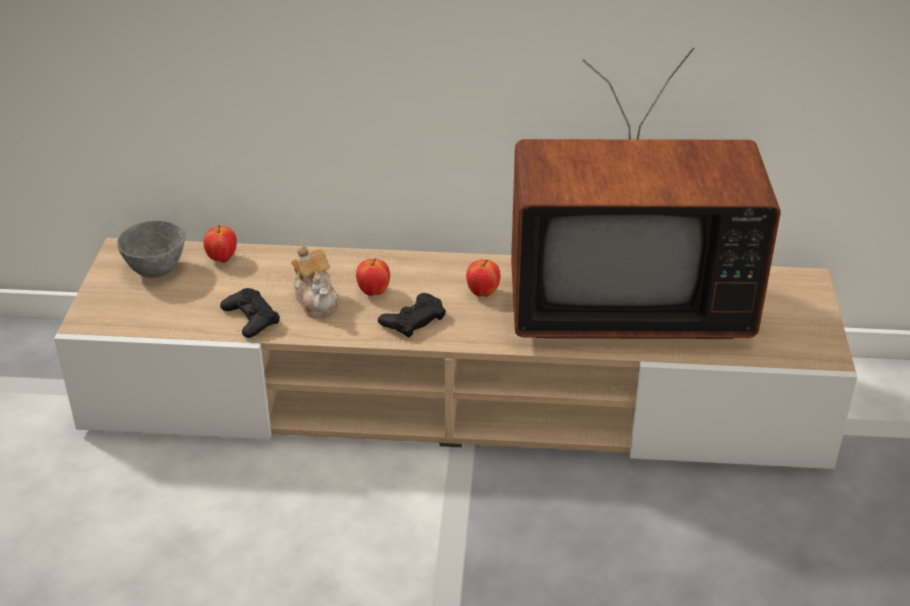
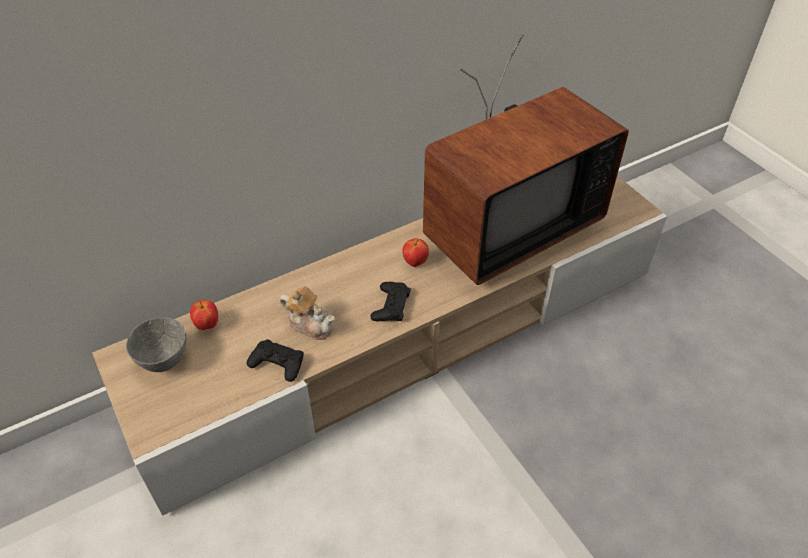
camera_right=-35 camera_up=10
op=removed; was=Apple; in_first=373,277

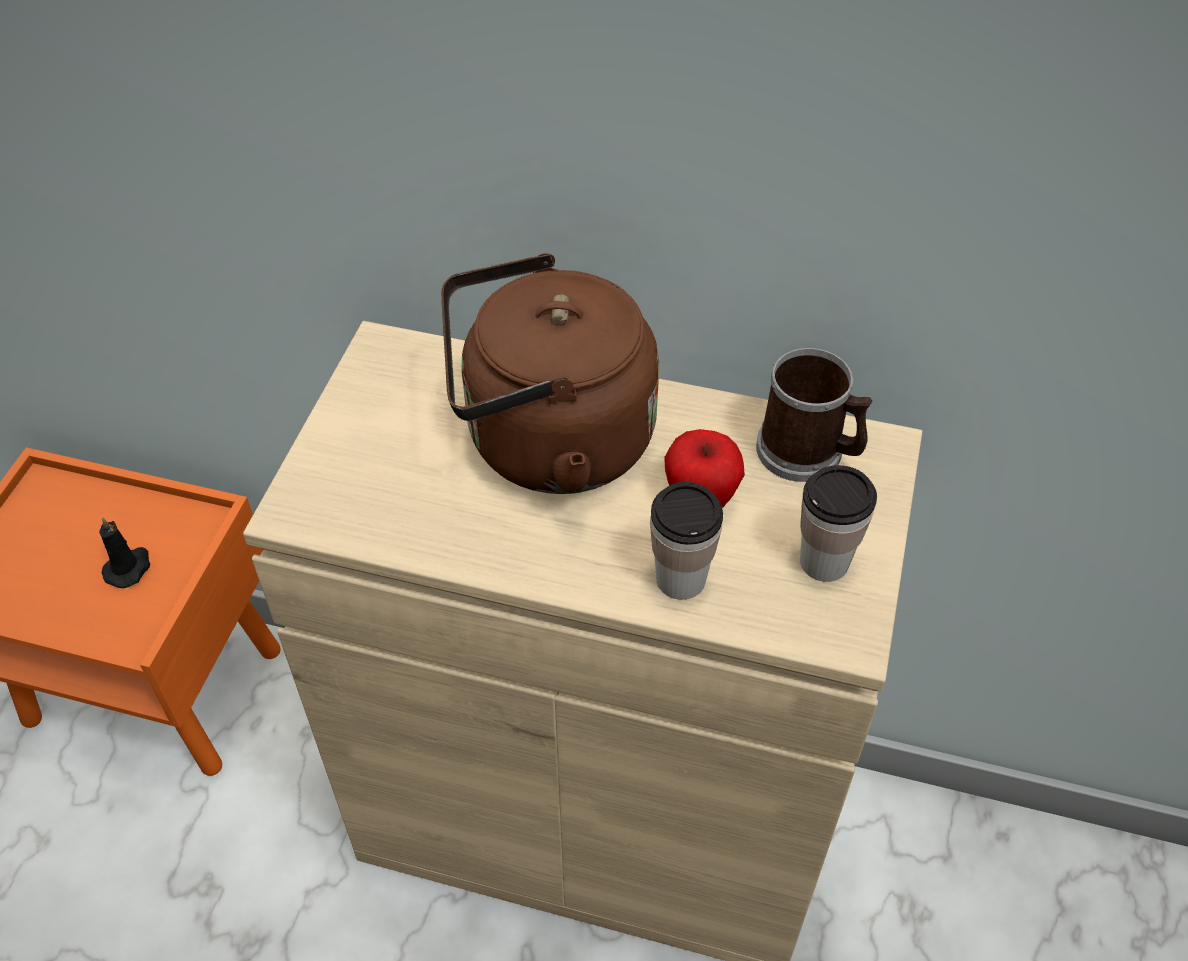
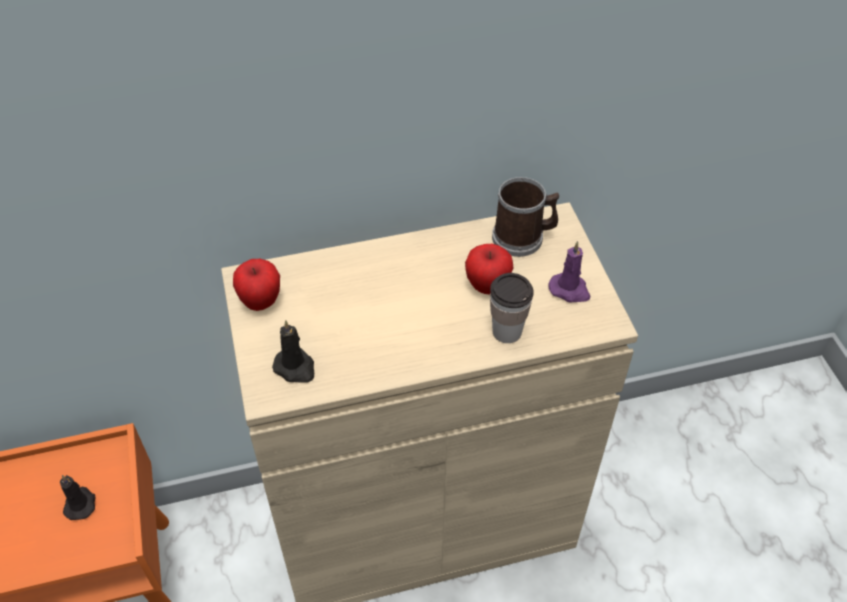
camera_right=-30 camera_up=0
op=added; now=Apple; in_second=256,285
op=added; now=BlackCandle; in_second=293,351
op=replaced; was=Cup; now=PurpleCandle; in_first=838,523; in_second=569,271
op=removed; was=BrownKettle; in_first=550,373

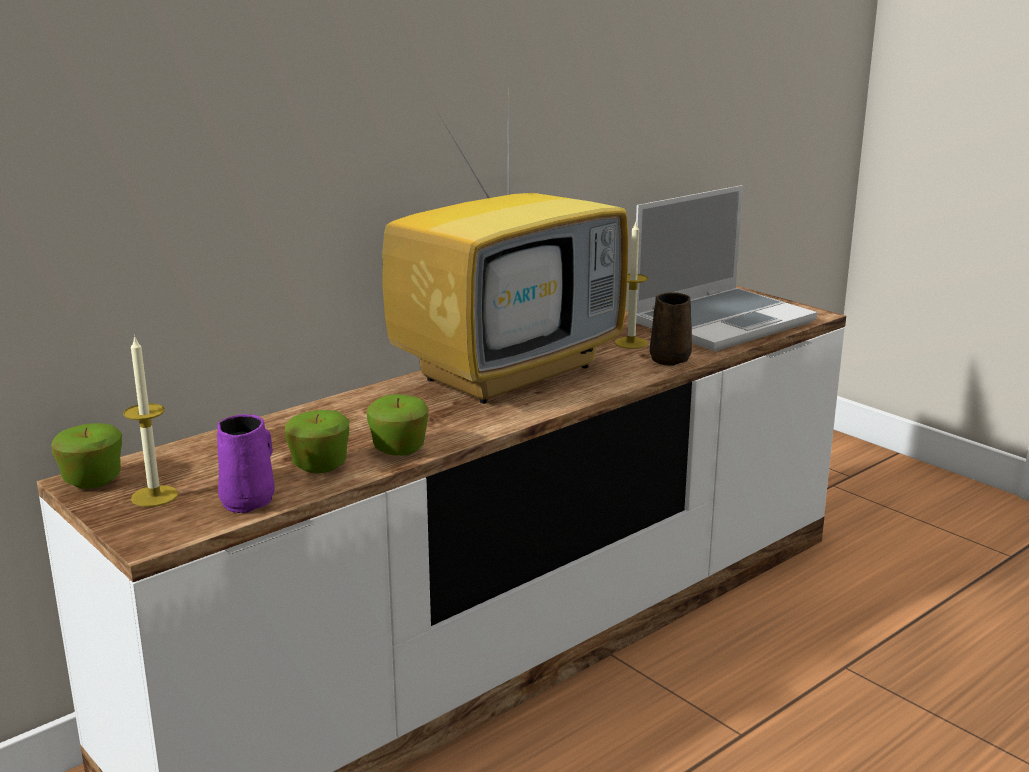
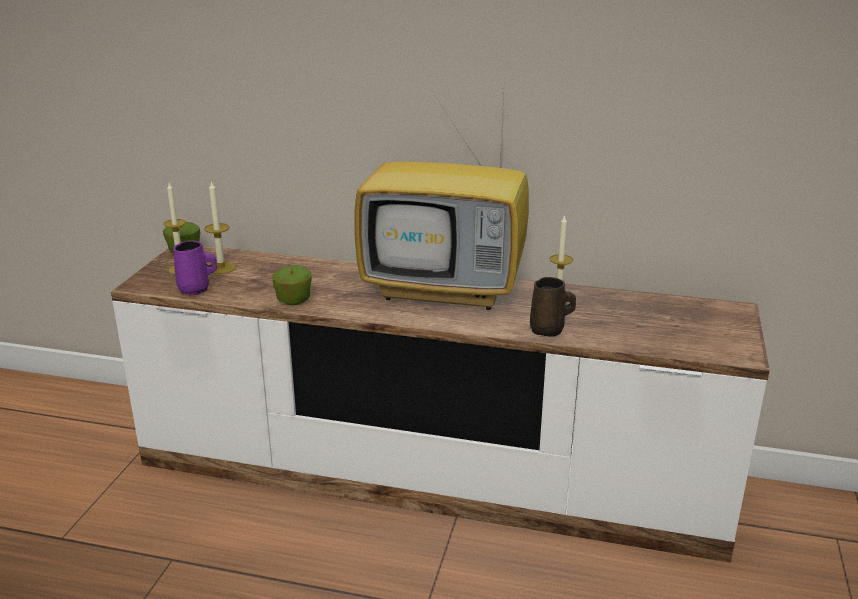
camera_right=55 camera_up=5
op=added; now=Candle; in_second=220,227
op=removed; was=Apple; in_first=317,441
op=removed; was=Laptop; in_first=726,268

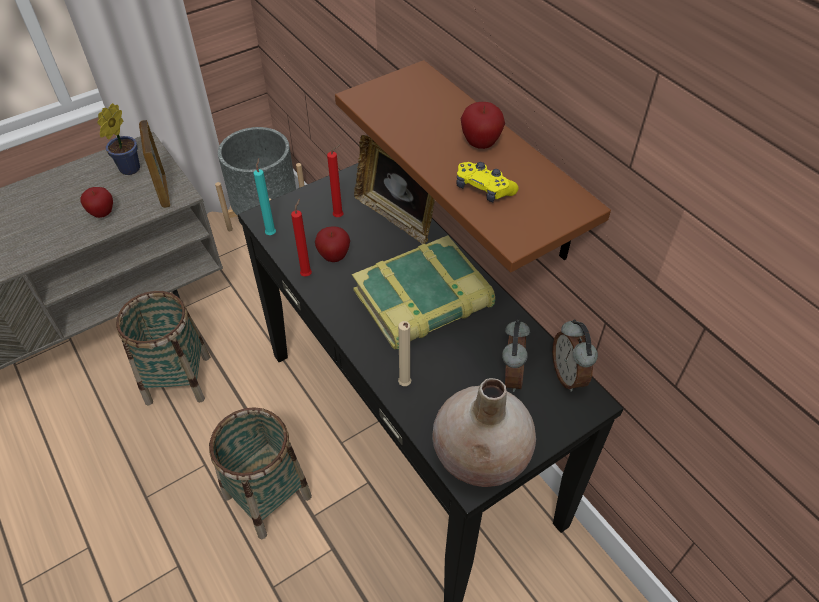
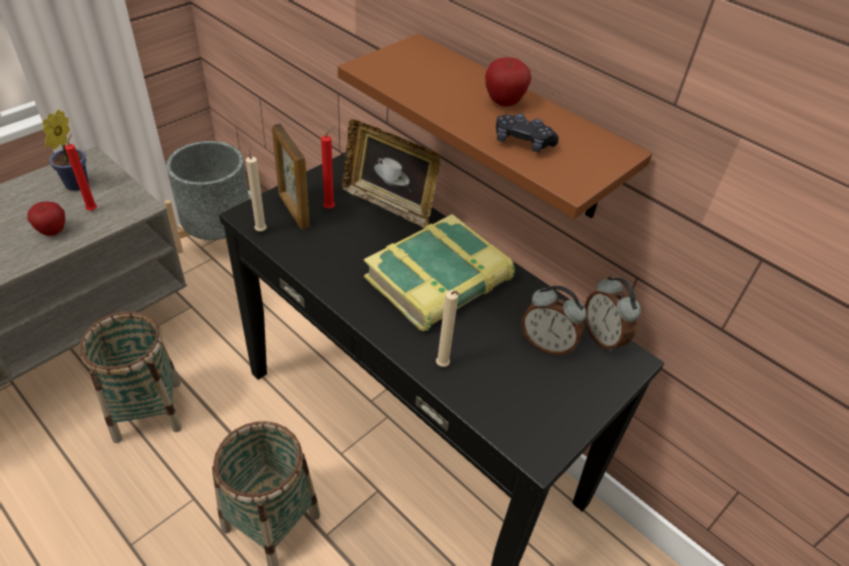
camera_right=-15 camera_up=-5
op=moved; was=RedCandle; in_first=301,237; in_second=81,172
op=recoloured; was=TurquoiseCandle; now=BeigeCandle; in_first=265,196; in_second=256,187
op=moved; was=PictureFrame; in_first=154,164; in_second=291,176
op=recoloured; was=YellowGameController; now=BlackGameController; in_first=487,182; in_second=527,132
op=turned; was=AlarmClock; in_first=516,355; in_second=553,320; clockwise=120
op=removed; was=Apple; in_first=332,244
op=removed; was=BeigeVase; in_first=484,432

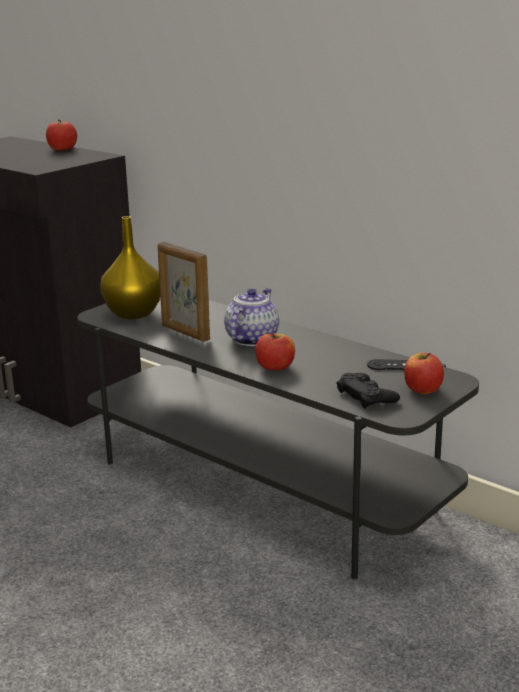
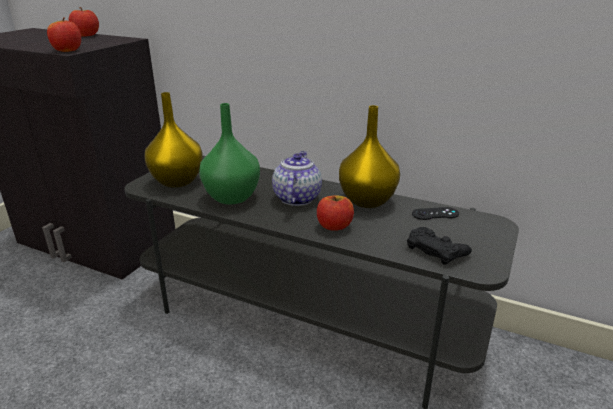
camera_right=-15 camera_up=5
op=moved; was=Apple; in_first=424,373; in_second=64,34
op=replaced; was=PictureFrame; now=GreenVase; in_first=183,292; in_second=229,154
op=added; now=YellowVase; in_second=369,156

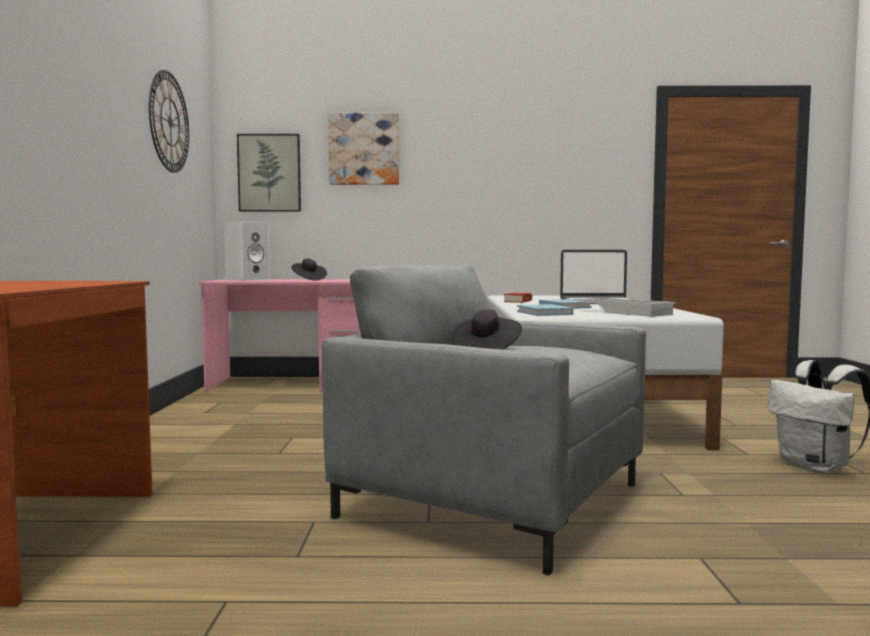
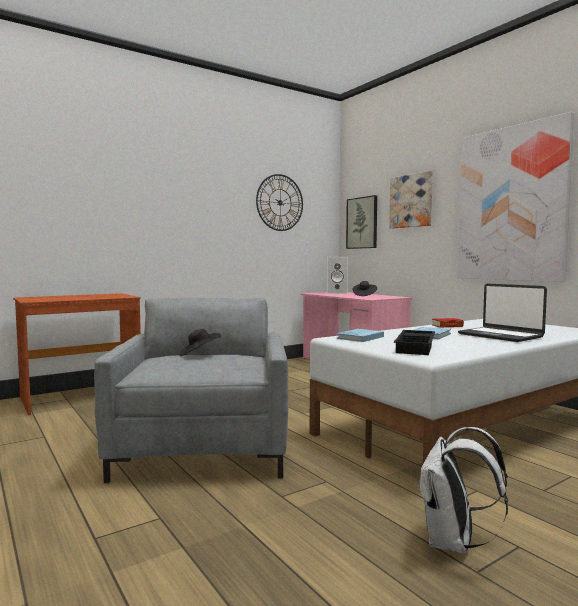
camera_right=55 camera_up=0
op=recoloured; was=WhiteTray; now=BlackTray; in_first=627,307; in_second=414,342
op=added; now=Picture; in_second=515,197

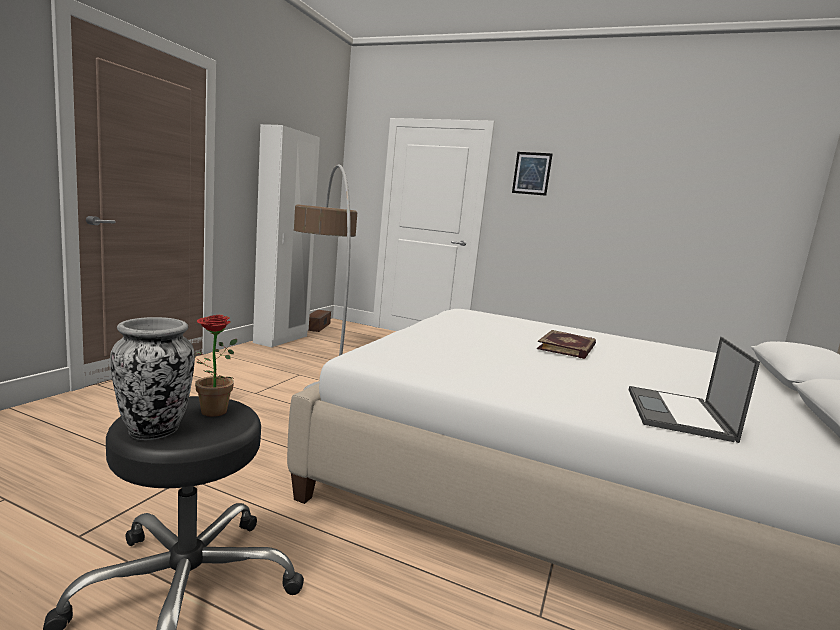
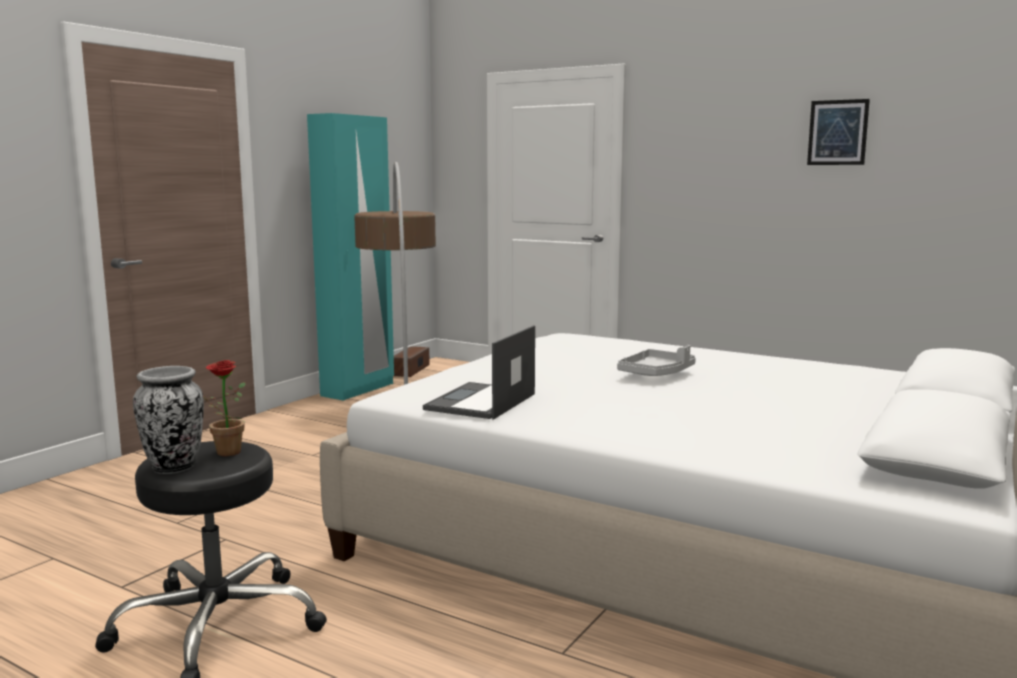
camera_right=10 camera_up=0
op=recoloured; was=WhiteWardrobe; now=TurquoiseWardrobe; in_first=286,235; in_second=350,257
op=moved; was=Laptop; in_first=694,390; in_second=479,372
op=replaced; was=Book; now=GreyTray; in_first=566,344; in_second=656,360
op=moved; was=Picture; in_first=532,174; in_second=838,132

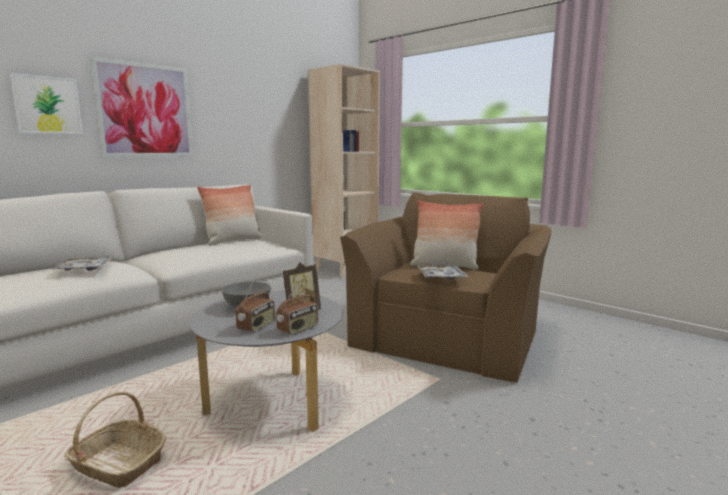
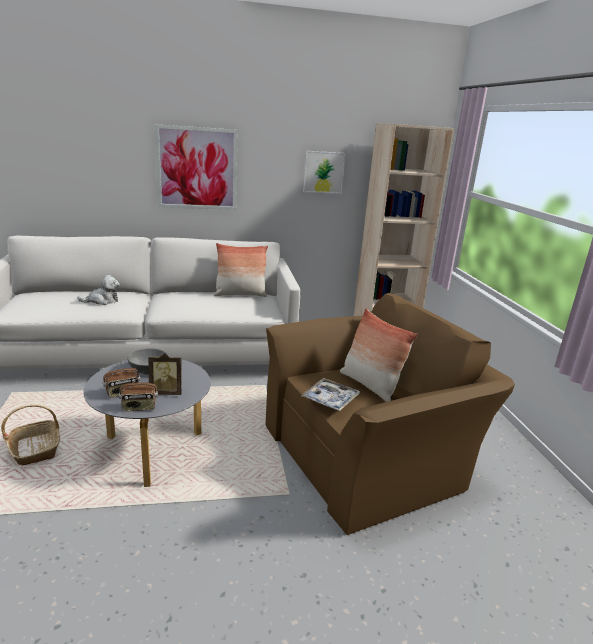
camera_right=35 camera_up=10
op=replaced; was=Tray; now=PlushToy; in_first=83,263; in_second=98,290
op=moved; was=Picture; in_first=46,103; in_second=324,172

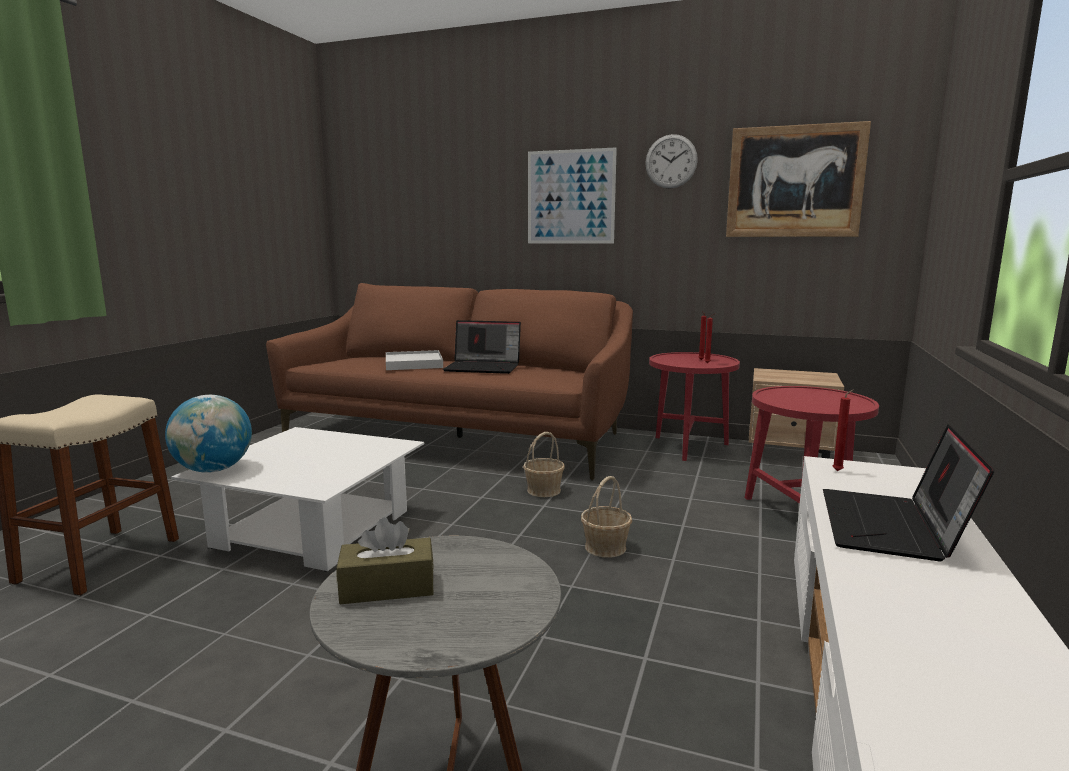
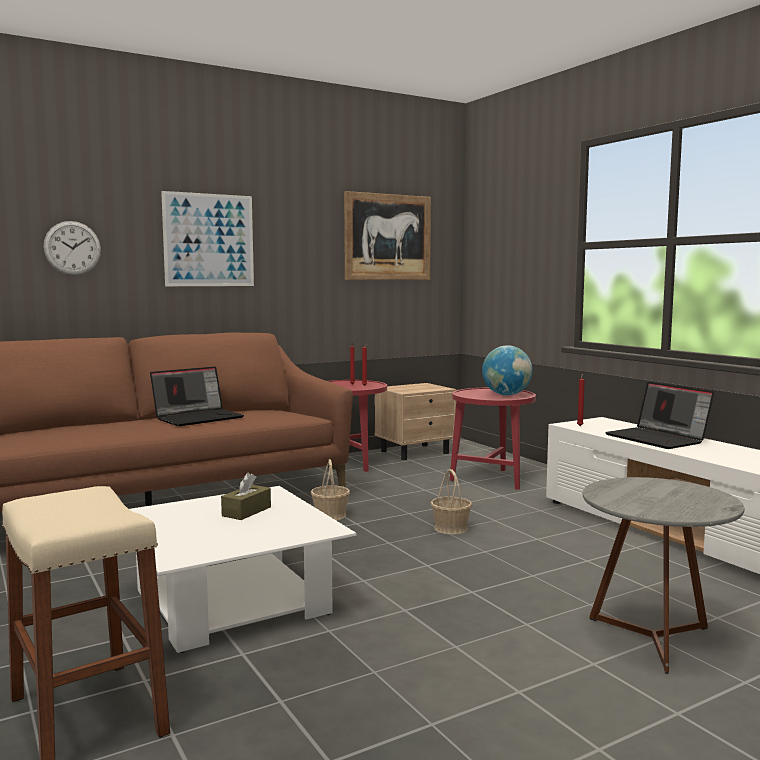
camera_right=-50 camera_up=-5
op=moved; was=WallClock; in_first=671,161; in_second=72,248
op=moved; was=BrownTissueBox; in_first=385,560; in_second=246,496
op=moved; was=Globe; in_first=208,434; in_second=507,370
op=removed; was=WhiteTray; in_first=414,360

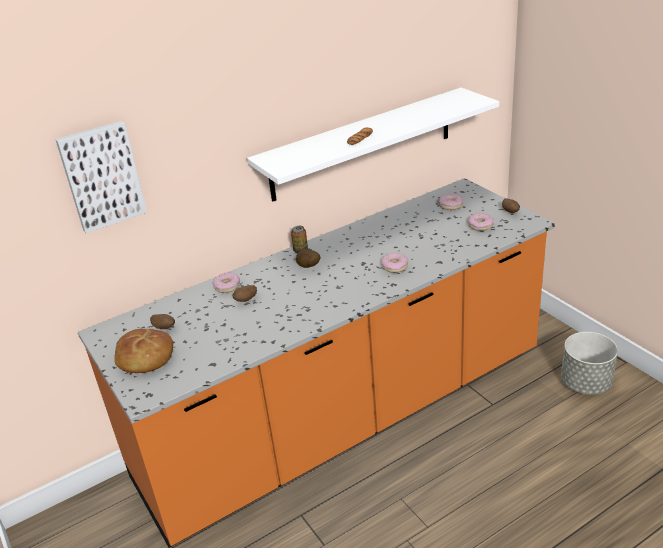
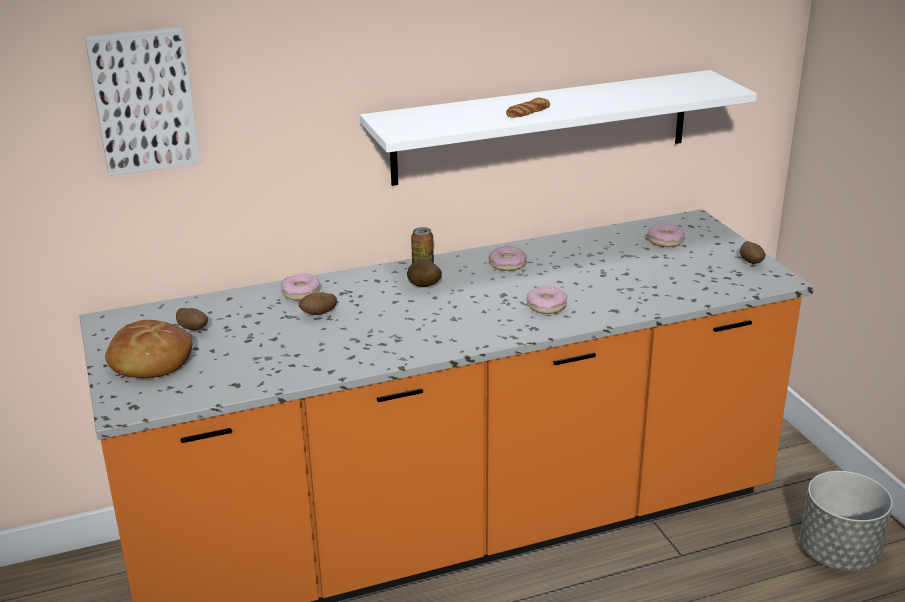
camera_right=10 camera_up=-5
op=moved; was=Donut; in_first=481,222; in_second=508,258

